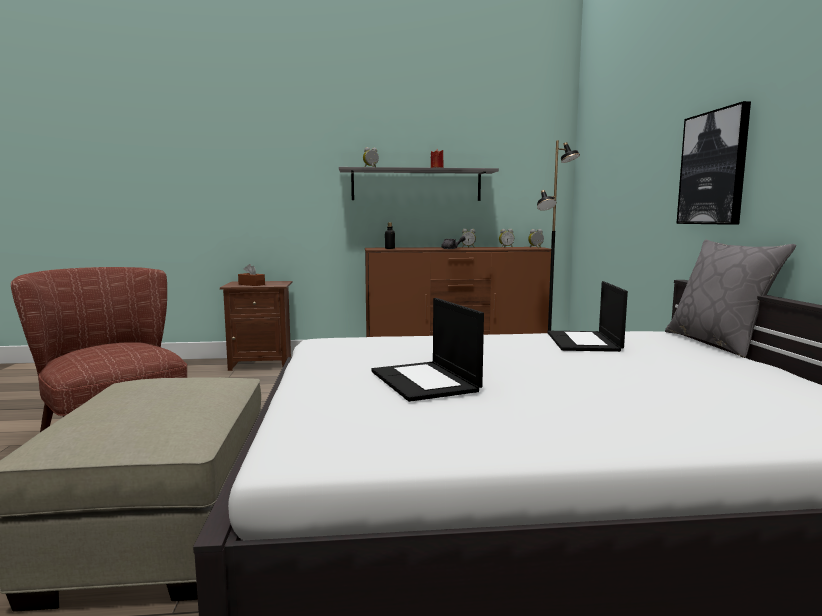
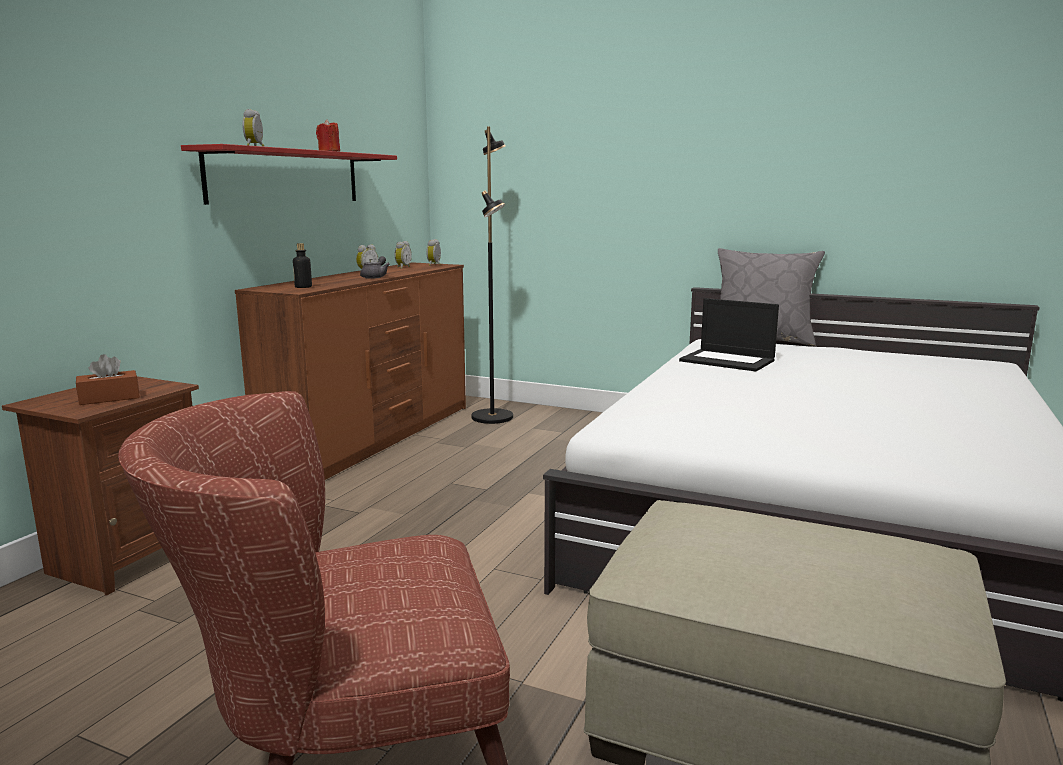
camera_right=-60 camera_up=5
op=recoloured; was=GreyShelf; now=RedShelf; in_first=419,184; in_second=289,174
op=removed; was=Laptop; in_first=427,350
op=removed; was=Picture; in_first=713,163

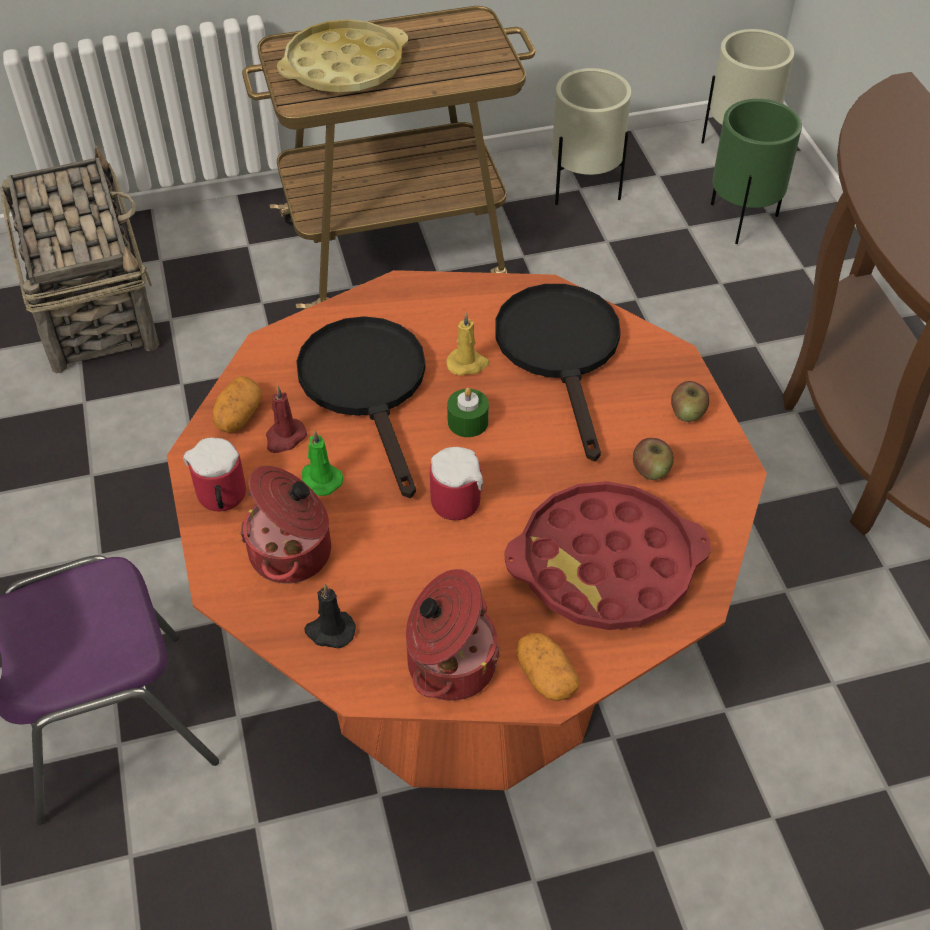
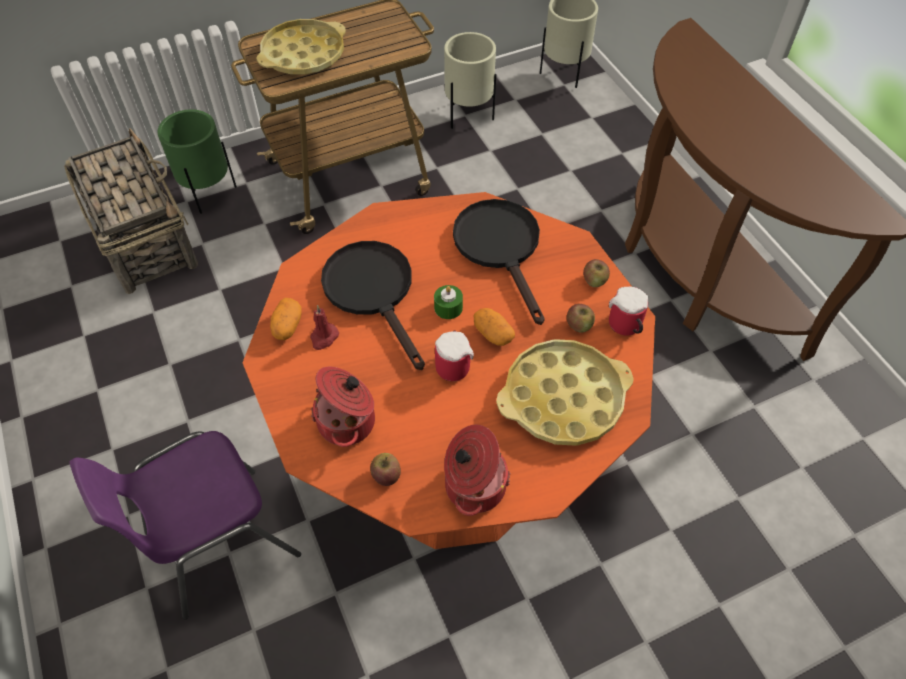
camera_right=-10 camera_up=5
op=moved; was=GreenPlanter; in_first=756,171; in_second=197,161
op=replaced; was=BlackCandle; now=Apple; in_first=330,616; in_second=385,469
op=moved; was=Potato; in_first=547,667; in_second=494,327
op=recoloured; was=RedTray; now=YellowTray; in_first=607,555; in_second=565,392
op=moved; was=Mug; in_first=214,474; in_second=628,311
op=removed; was=GreenCandle; in_first=322,463
op=removed; was=YellowCandle; in_first=468,344

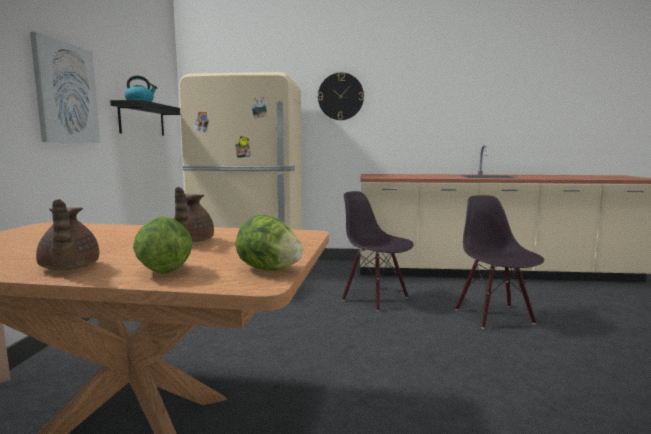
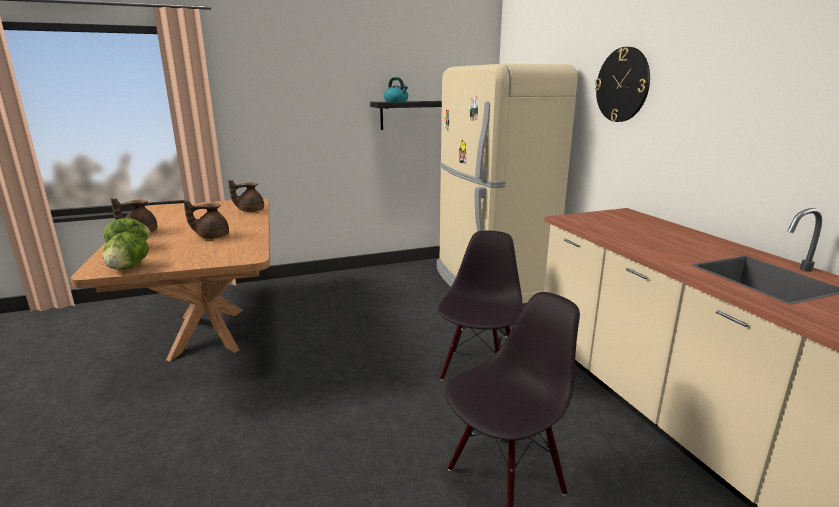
camera_right=65 camera_up=10
op=added; now=BrownTeapot; in_second=246,196
op=removed; was=Picture; in_first=65,87

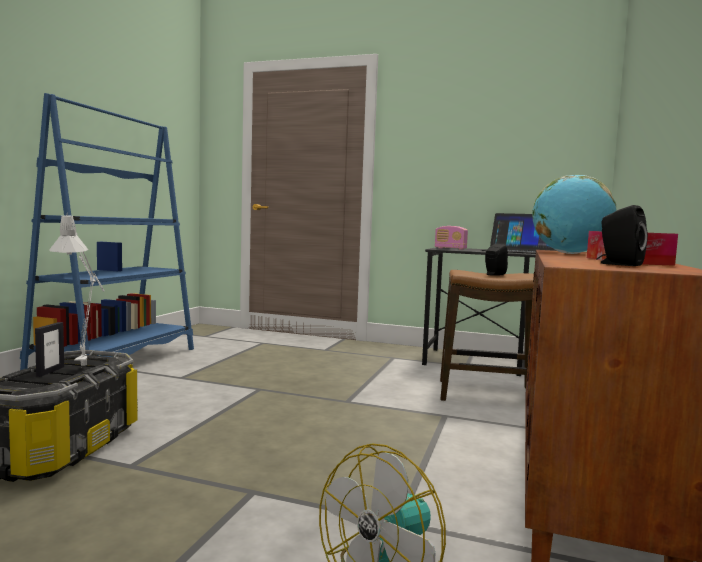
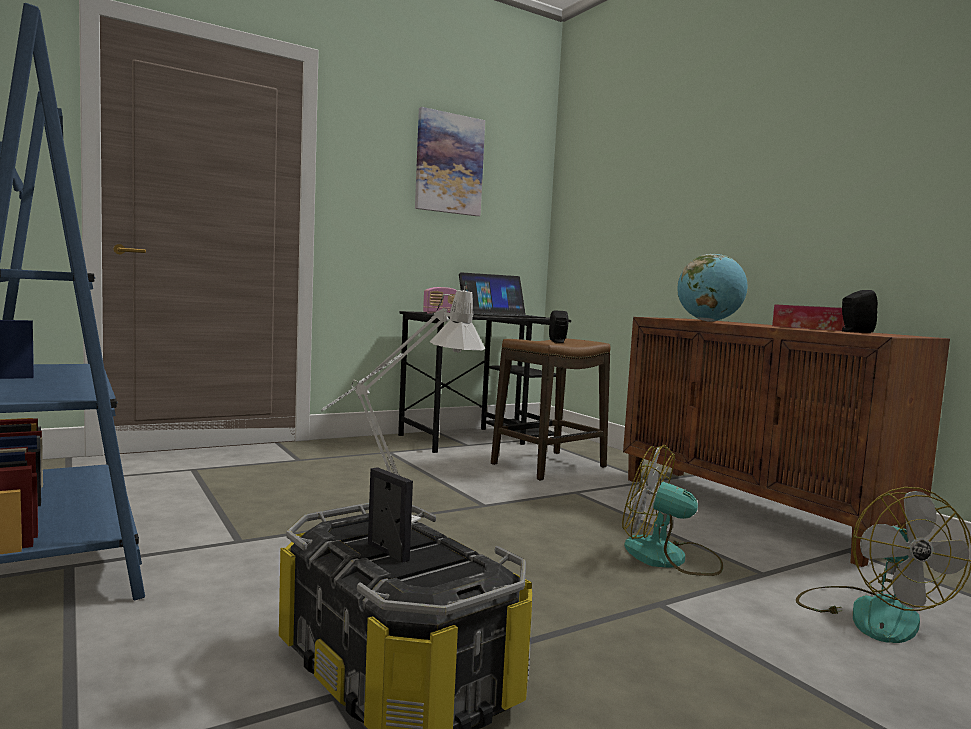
camera_right=-50 camera_up=0
op=added; now=Picture; in_second=450,161
op=added; now=Fan; in_second=672,510

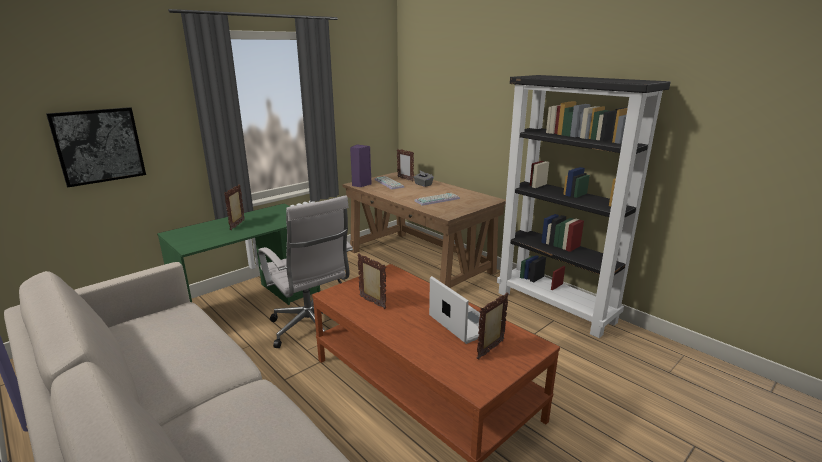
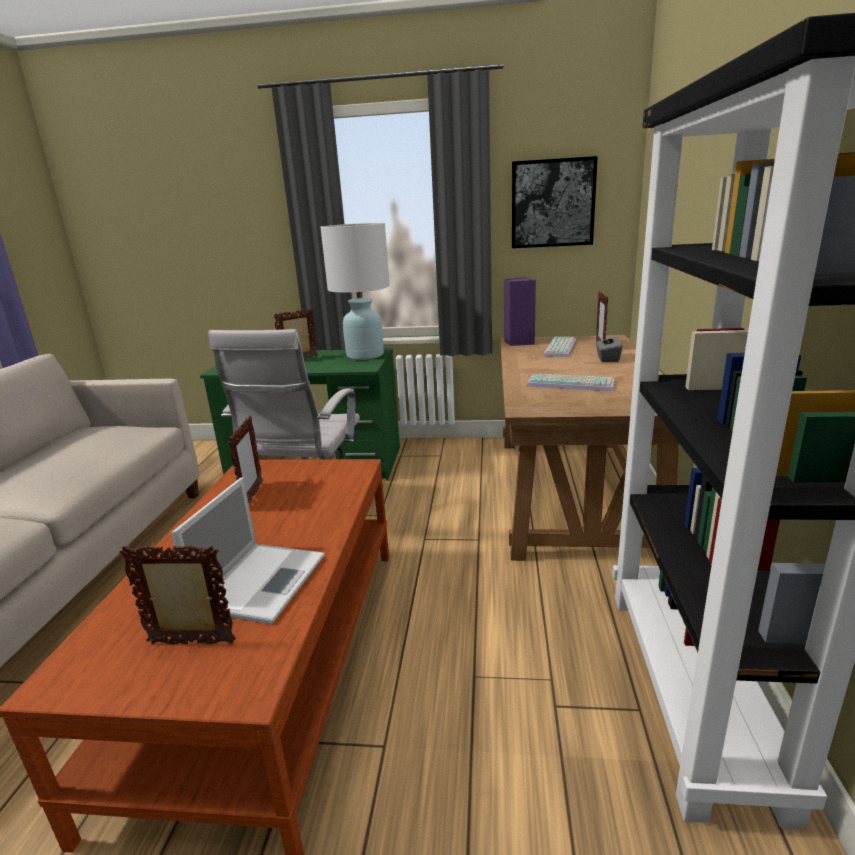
camera_right=50 camera_up=0
op=added; now=WhiteTableLamp; in_second=355,291
op=moved; was=Picture; in_first=96,147; in_second=555,202

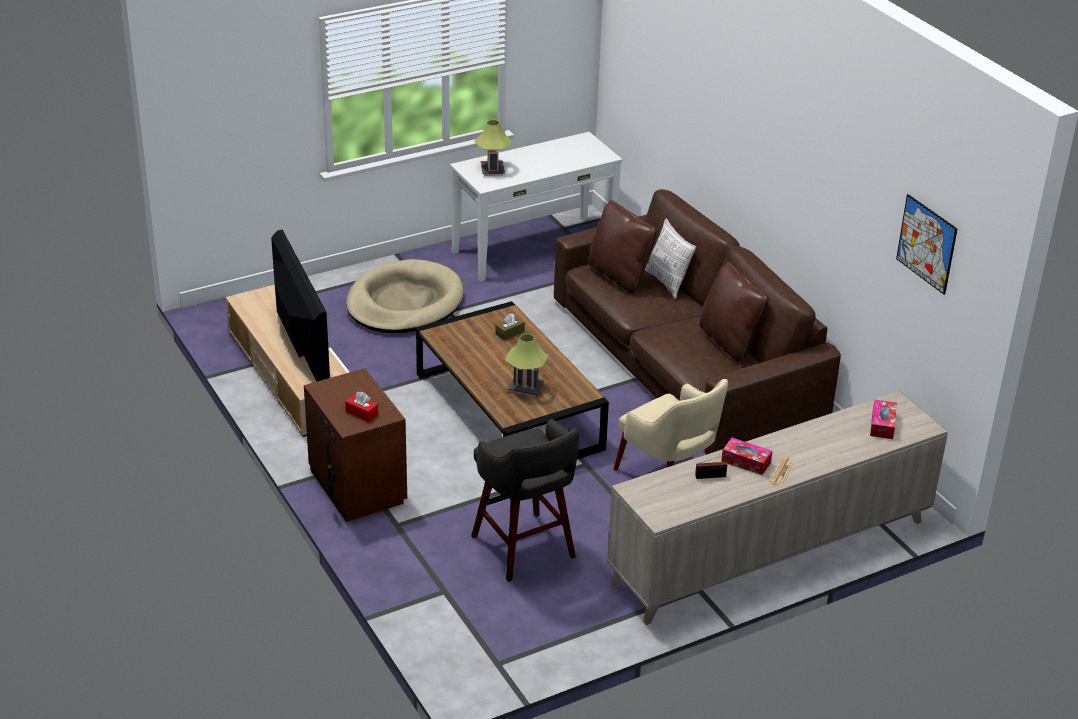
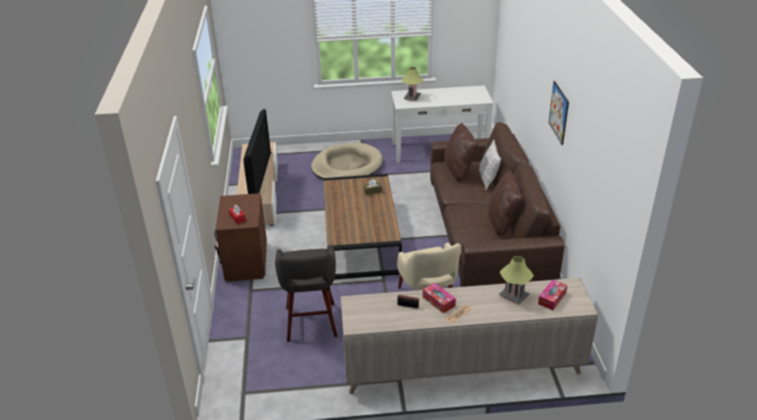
camera_right=25 camera_up=0
op=moved; was=TableLamp; in_first=526,365; in_second=516,280
op=moved; was=Picture; in_first=926,244; in_second=558,113

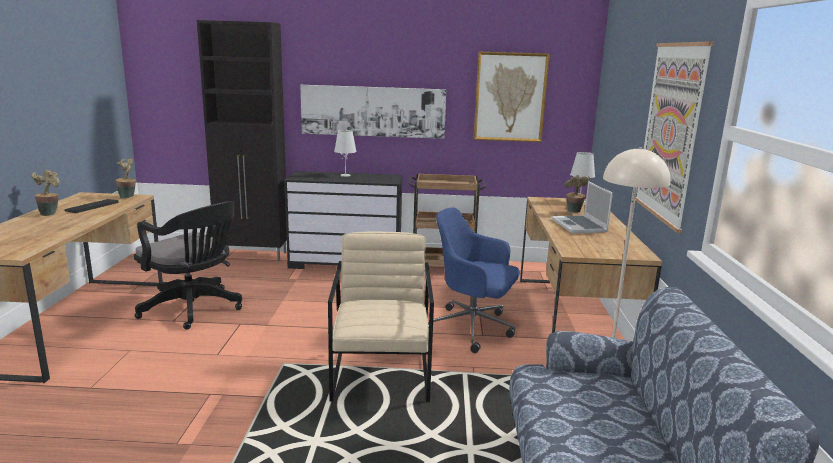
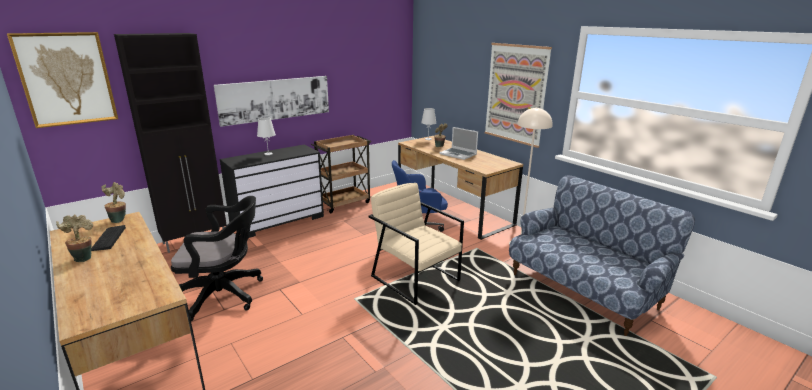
camera_right=-40 camera_up=5
op=moved; was=Picture; in_first=511,97; in_second=62,80

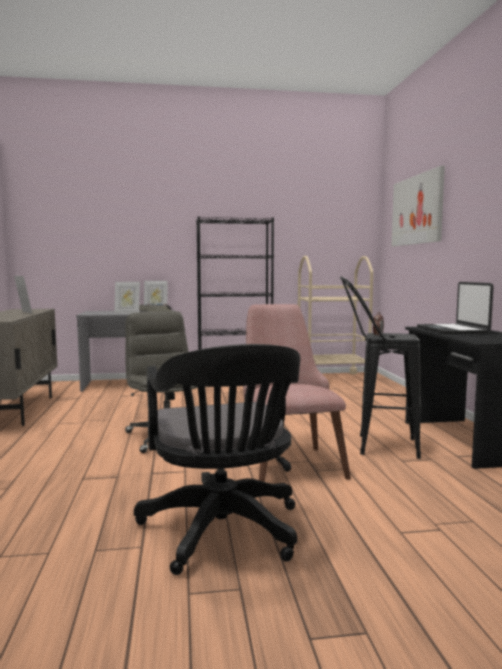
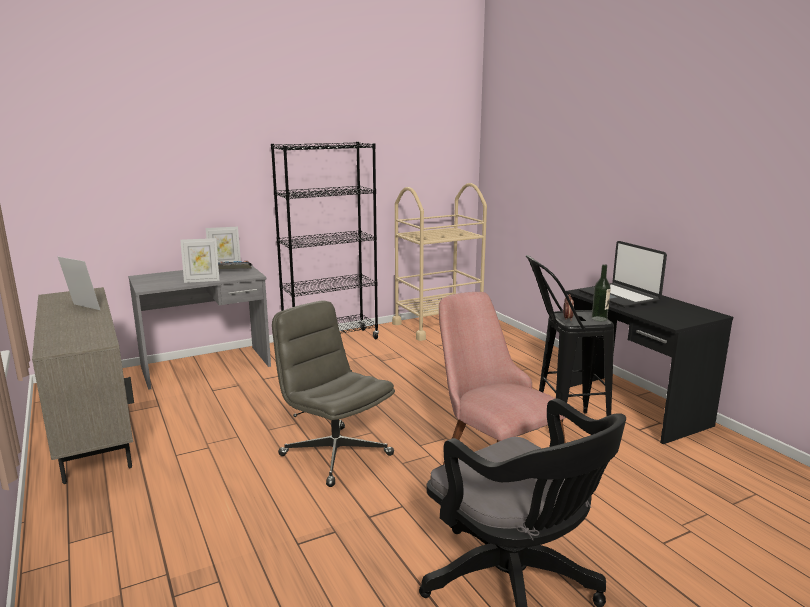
camera_right=-20 camera_up=10
op=added; now=Bottle; in_second=601,292
op=removed; was=Picture; in_first=418,206

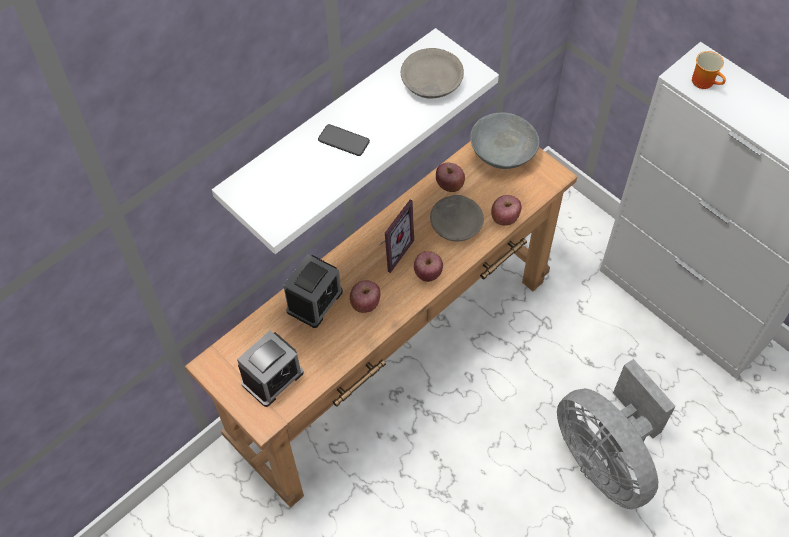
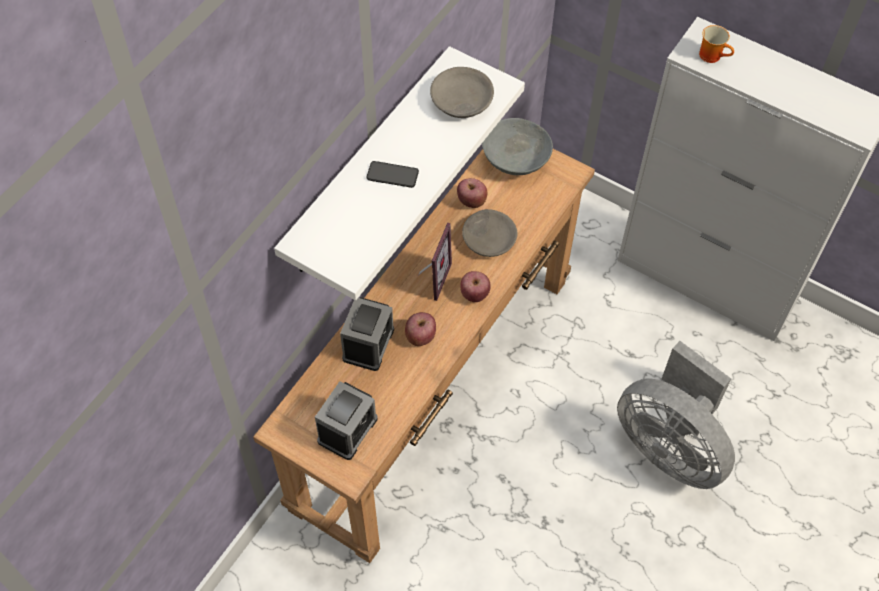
camera_right=-15 camera_up=0
op=removed; was=Apple; in_first=506,210

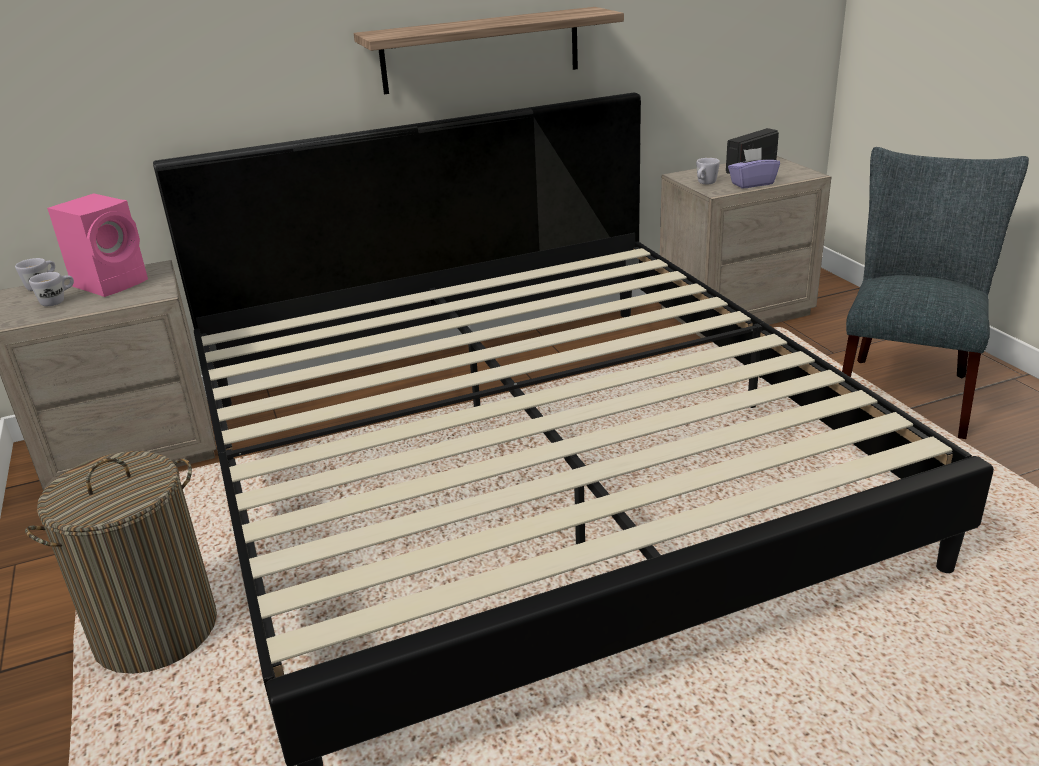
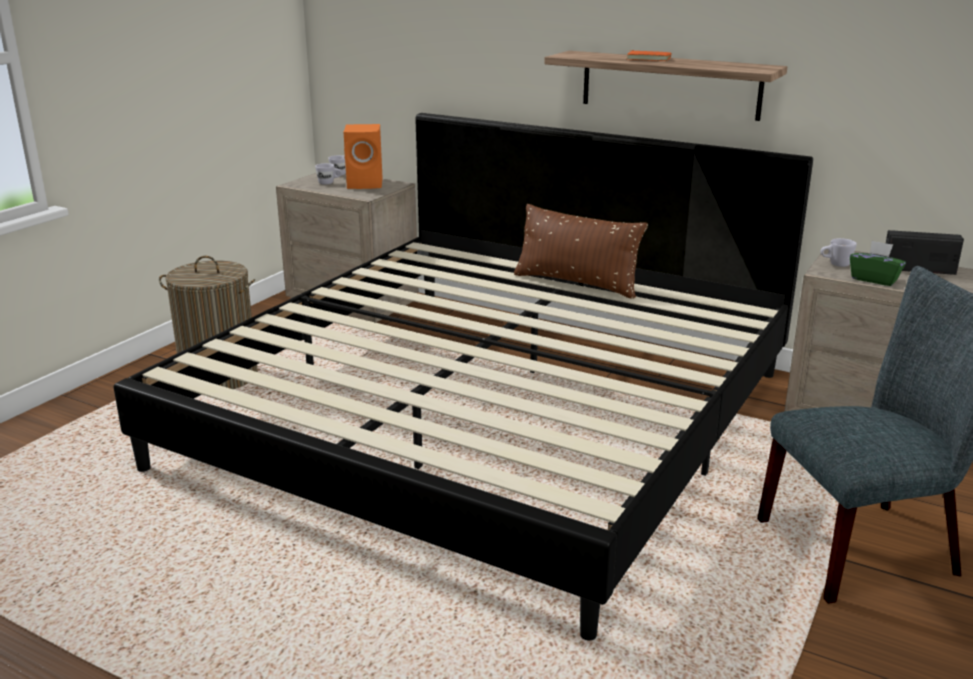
camera_right=50 camera_up=-5
op=recoloured; was=PinkSpeaker; now=OrangeSpeaker; in_first=97,245; in_second=363,156
op=added; now=BrownPillow; in_second=581,251
op=added; now=OrangeBook; in_second=649,55
op=recoloured; was=PurpleTissueBox; now=GreenTissueBox; in_first=754,168; in_second=878,263

